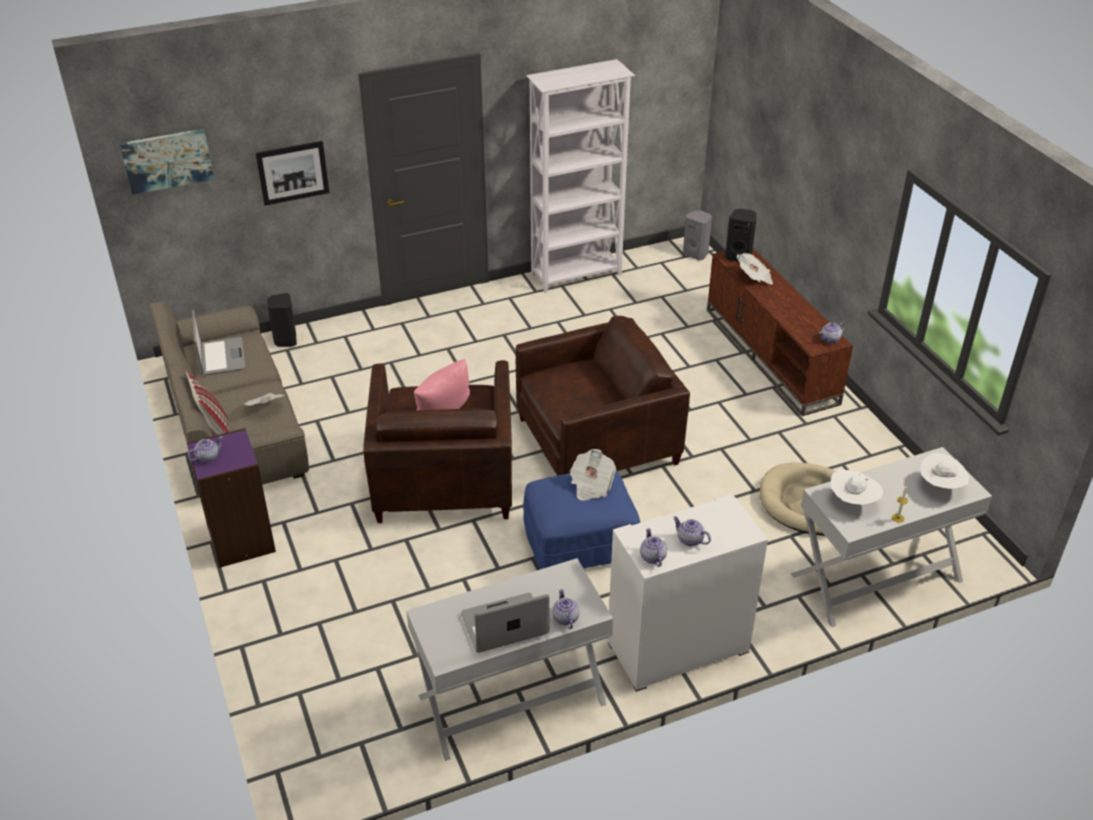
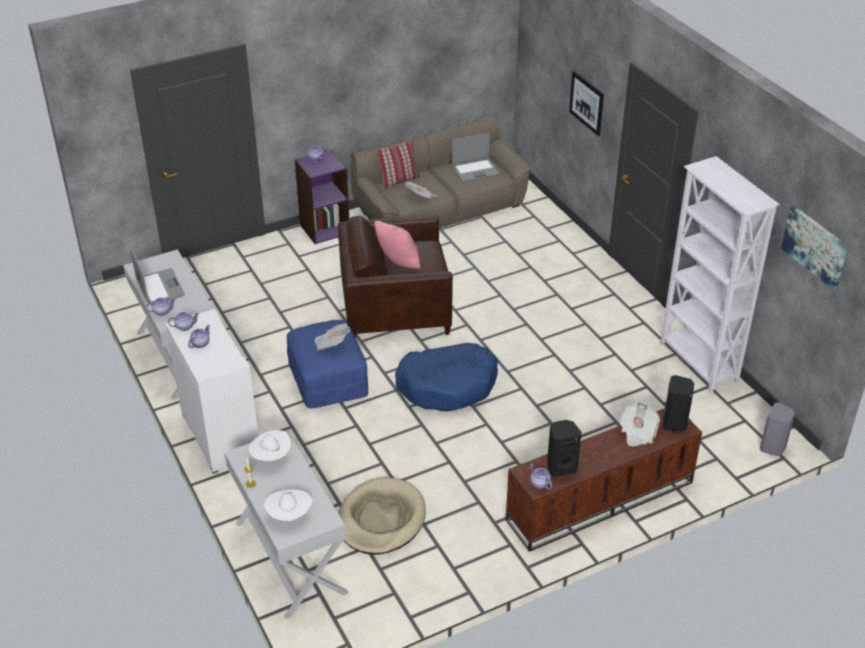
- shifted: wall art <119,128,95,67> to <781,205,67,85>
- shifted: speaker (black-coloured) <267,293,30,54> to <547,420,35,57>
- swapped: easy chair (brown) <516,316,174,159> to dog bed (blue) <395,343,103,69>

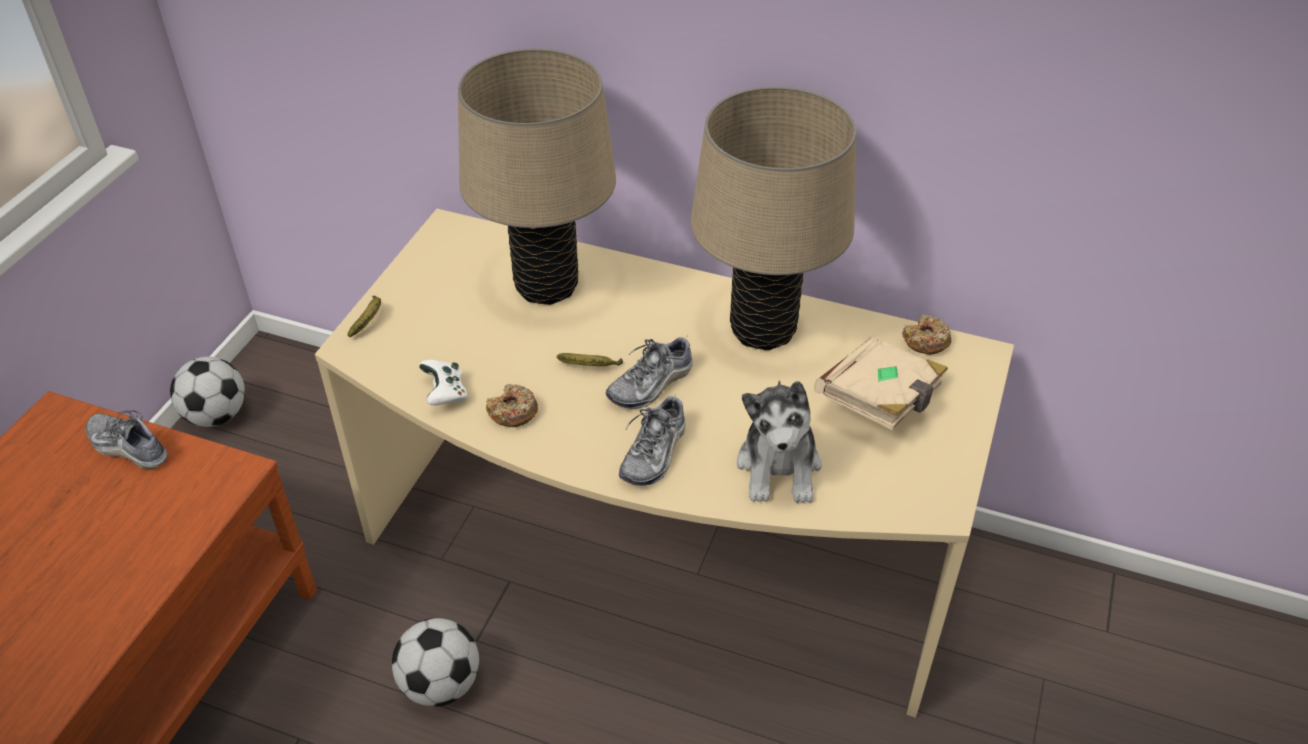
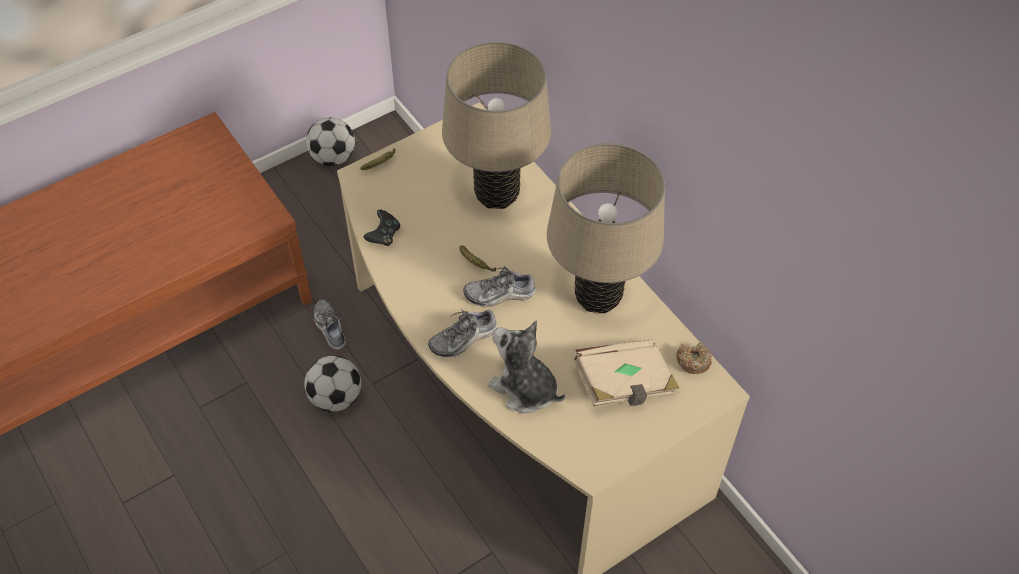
- shifted: shoe <86,410,81,59> to <312,299,34,51>
- repainted: gamepad (white-coloured) <419,360,48,46> to gamepad (black-coloured) <364,210,36,36>
- gone: doughnut <486,384,52,43>
- rotated: cuddly toy <737,380,85,123> = <488,320,78,94> 90 degrees clockwise

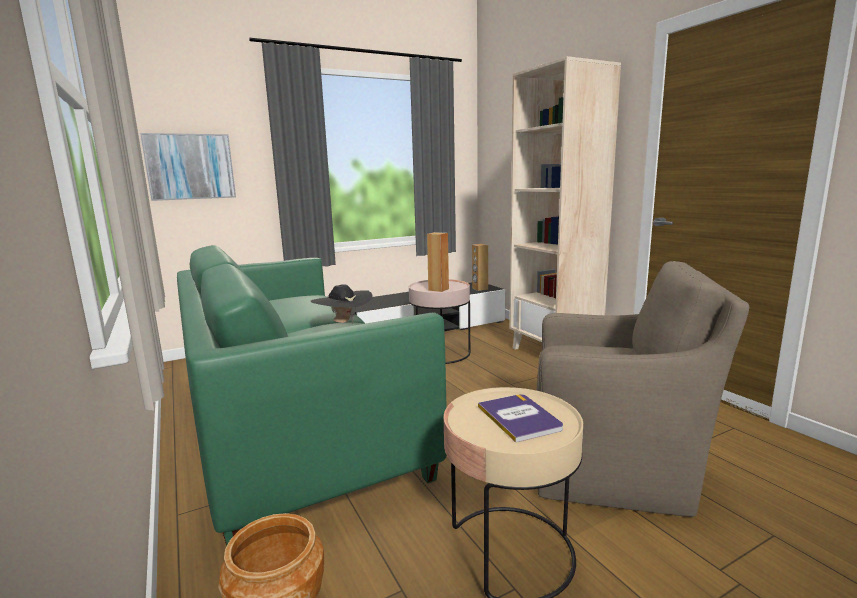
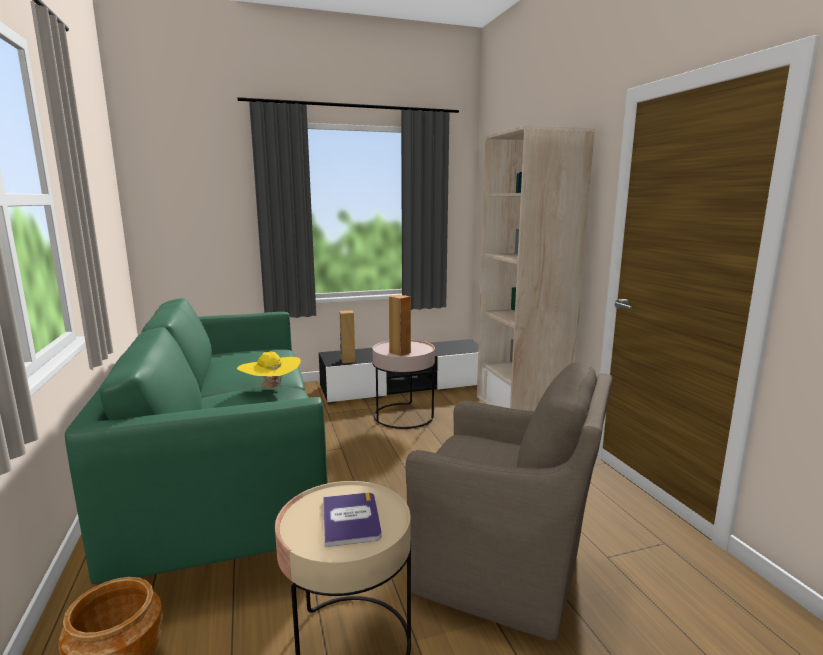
- gone: wall art <140,133,96,68>
- repainted: wearable hat (black-coloured) <311,284,62,39> to wearable hat (yellow) <237,351,64,39>
- shifted: speaker (brown) <472,244,16,47> to <340,310,15,53>

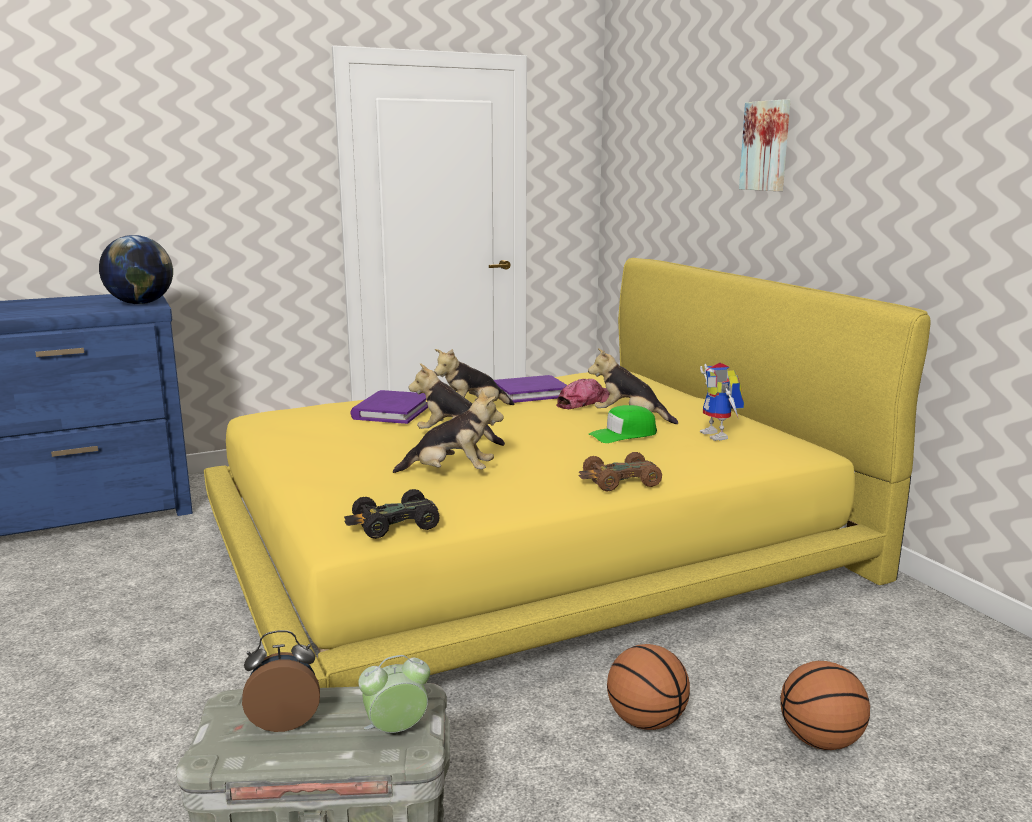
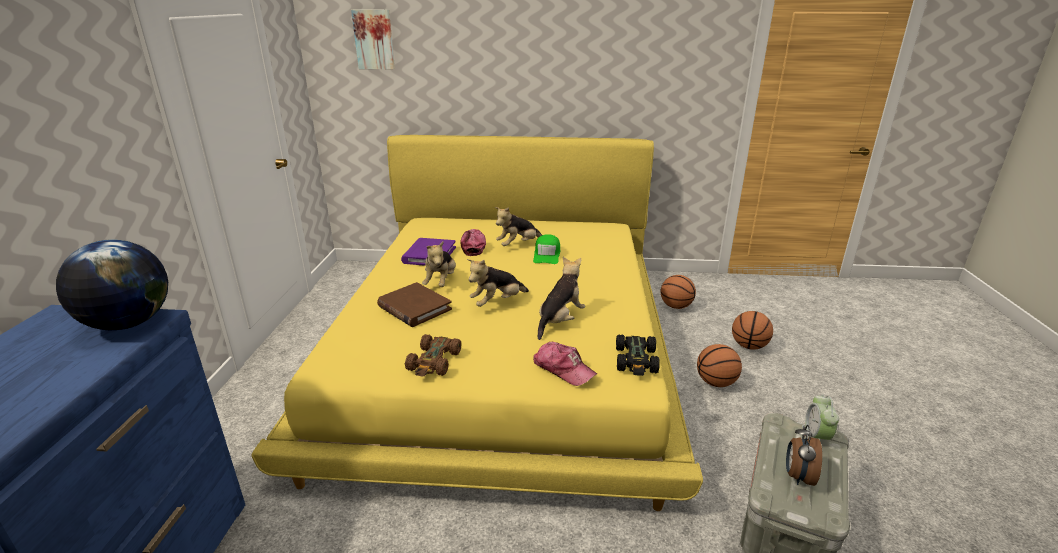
- repainted: bound book (purplish) <351,390,77,34> to bound book (brown) <377,282,75,45>
- shifted: miniature car (brown) <579,452,83,39> to <405,334,56,42>
- gone: toy robot <700,363,44,78>
- shifted: wall art <739,99,52,92> to <351,10,44,59>
- new: cap <533,342,64,44>
- new: basketball ball <661,275,35,34>

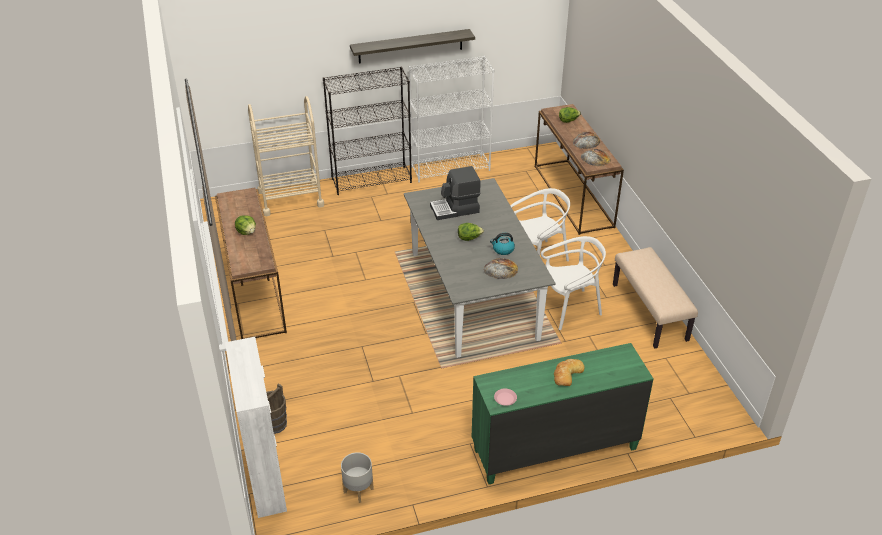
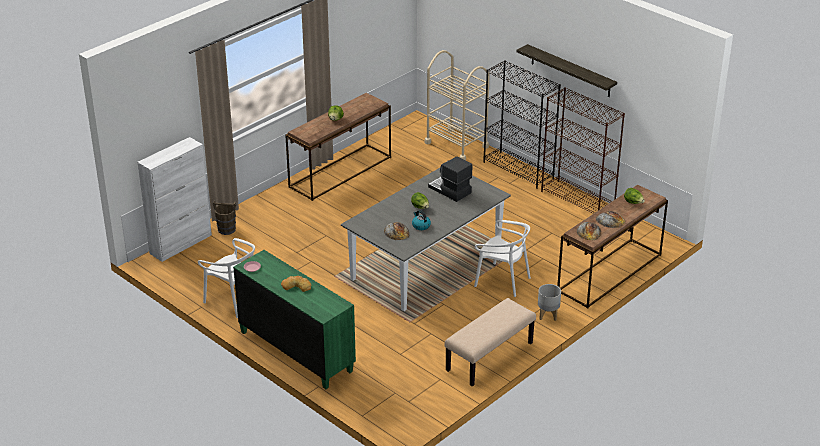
- shifted: plant pot (grey) <341,452,33,51> to <538,284,23,37>
- repainted: bookcase (white-coloured) <409,56,85,126> to bookcase (brown) <541,87,84,127>
- shifted: plain chair (white-coloured) <541,236,65,94> to <198,238,57,80>

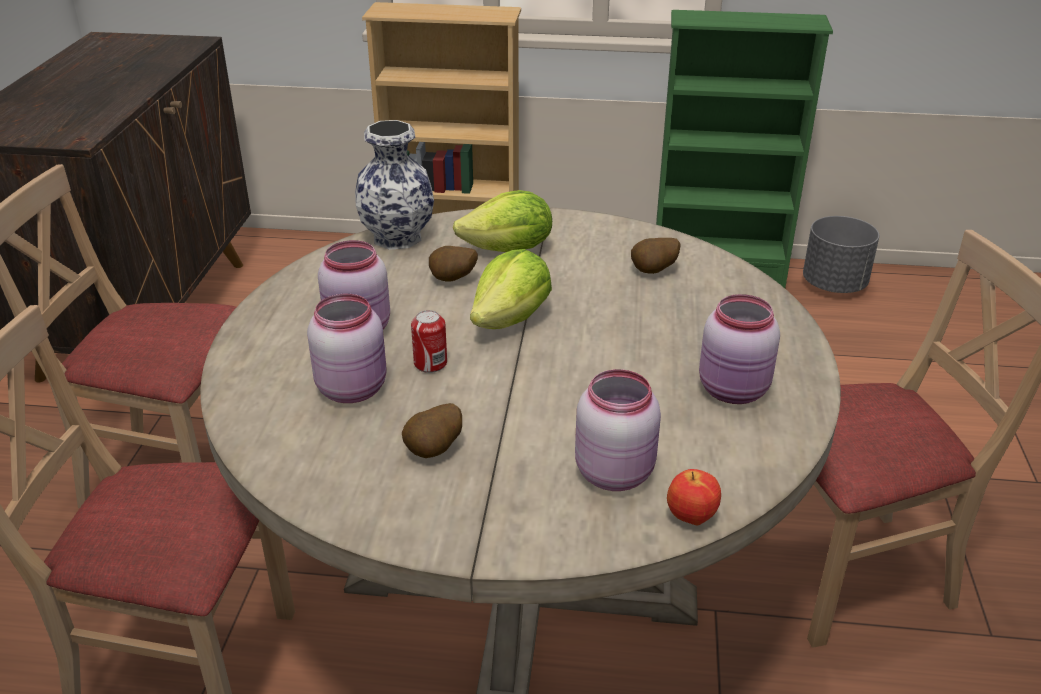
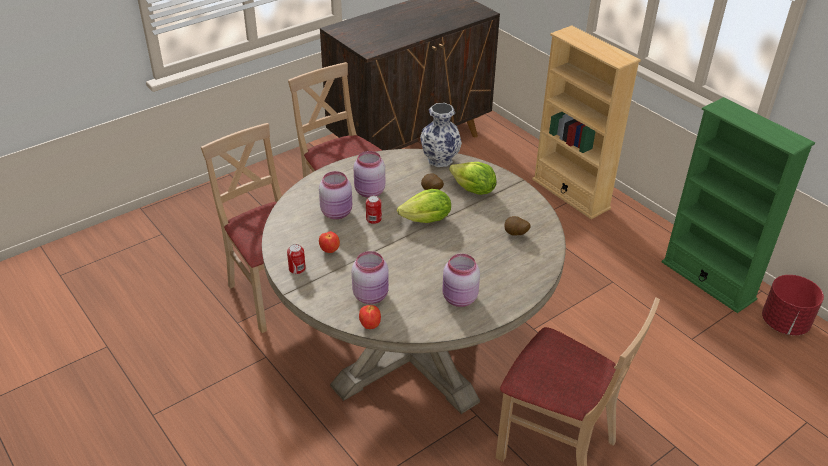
- swapped: whole potato <402,403,60,55> to whole apple <319,231,21,22>
- repainted: plant pot (grey) <803,216,76,77> to plant pot (reddish) <762,275,62,60>
- new: can <287,244,19,30>

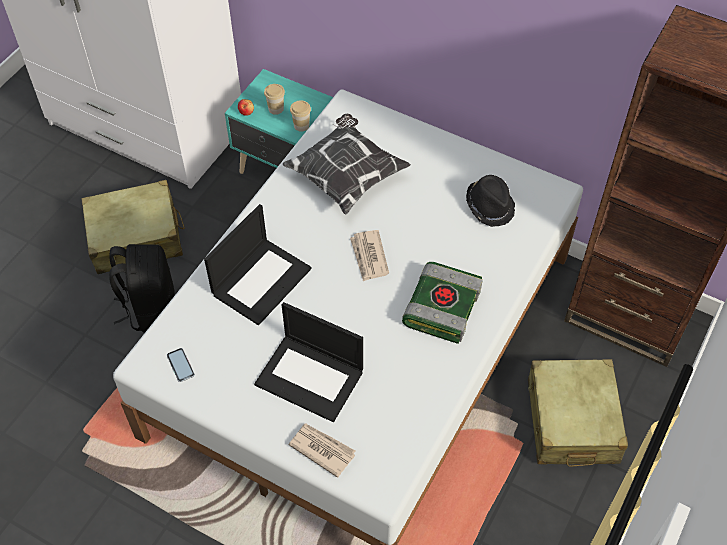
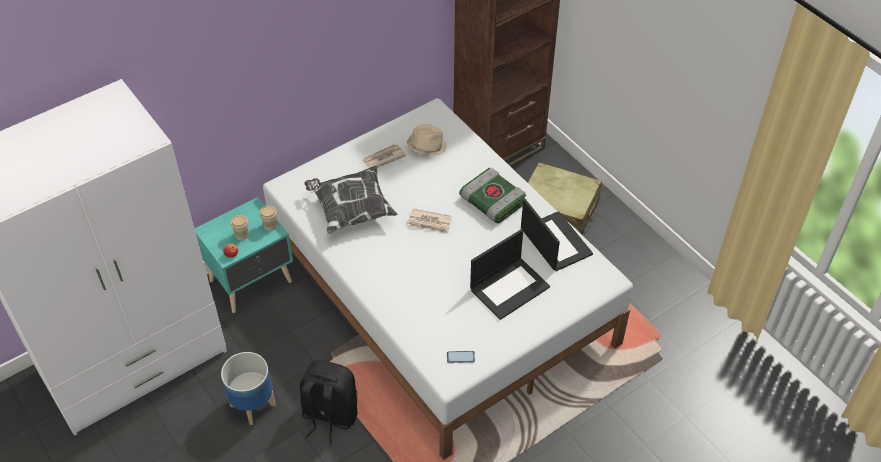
- swapped: travel case (sand-coloured) <81,180,104,94> to plant pot <221,352,55,73>
- shifted: laptop <204,204,107,121> to <521,199,72,72>
- shifted: daily paper <289,424,66,54> to <362,144,44,24>
- repainted: wearable hat (black-coloured) <466,175,49,52> to wearable hat (sand-coloured) <407,124,40,32>

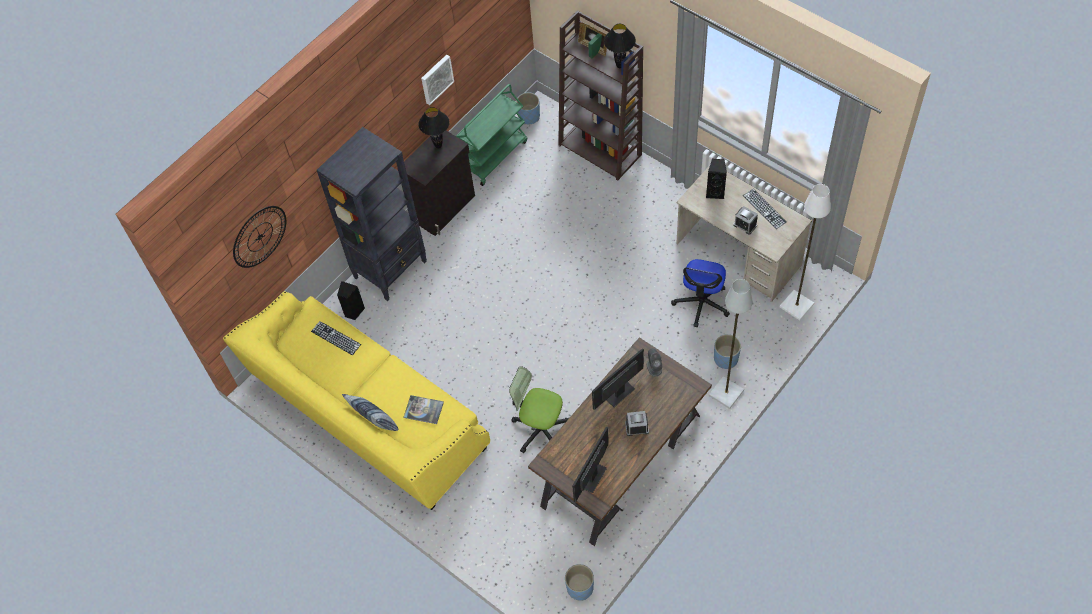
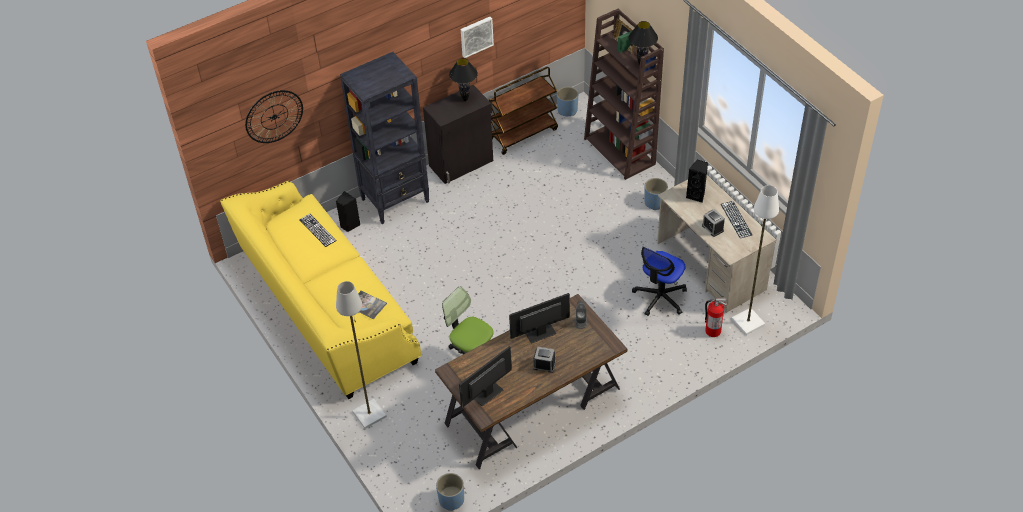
- gone: pillow <342,394,56,37>
- repainted: trolley (green) <456,84,71,102> to trolley (brown) <489,67,69,88>
- shifted: standard lamp (grey) <709,279,44,130> to <336,281,51,148>
- shifted: plant pot (blue) <714,334,27,35> to <644,178,24,32>
- new: extinguisher <705,298,22,39>

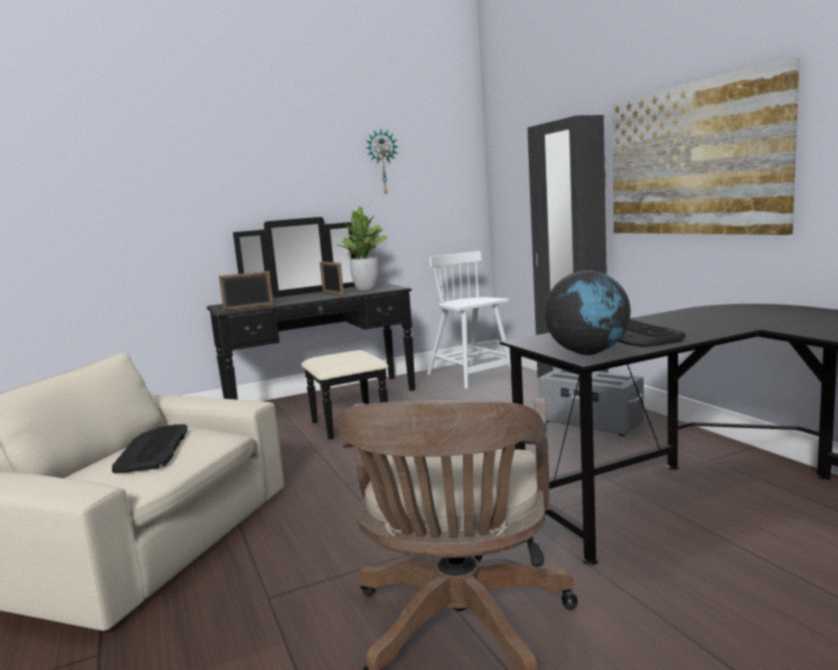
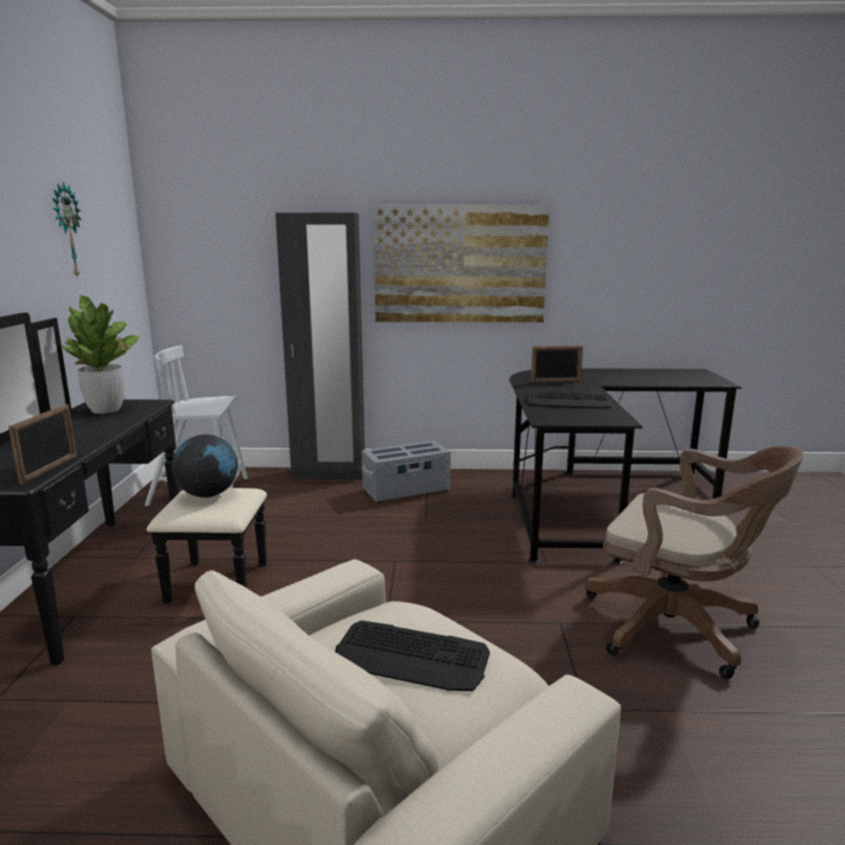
- shifted: standing frame <320,261,24,35> to <531,345,52,38>
- shifted: world globe <544,270,87,85> to <172,434,66,64>

